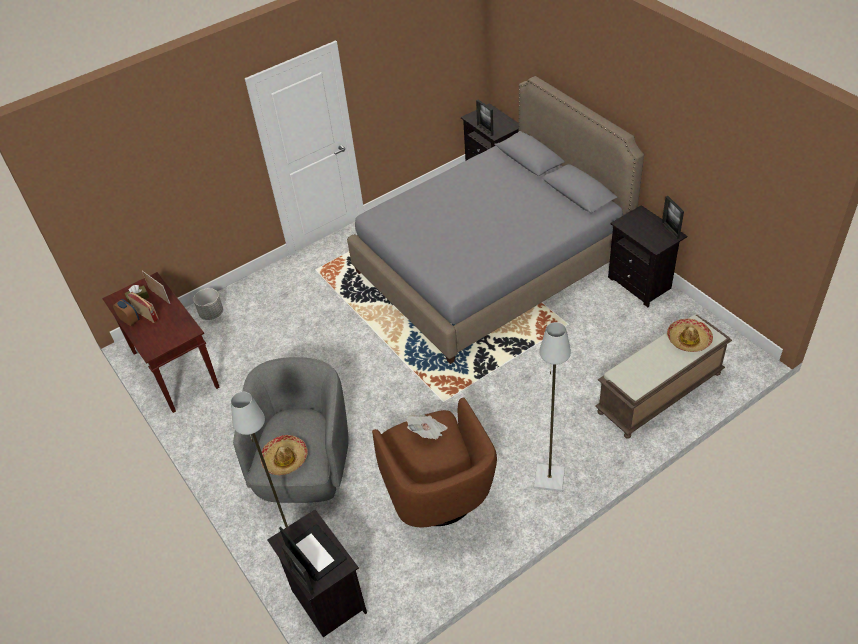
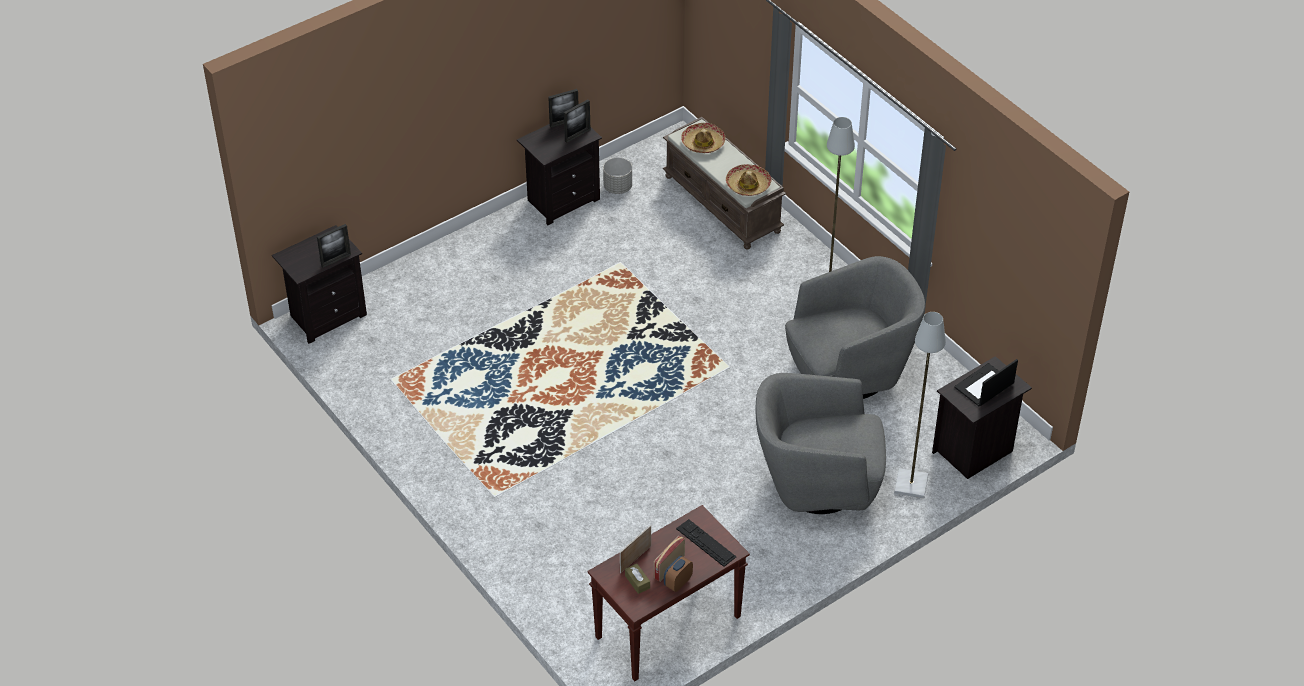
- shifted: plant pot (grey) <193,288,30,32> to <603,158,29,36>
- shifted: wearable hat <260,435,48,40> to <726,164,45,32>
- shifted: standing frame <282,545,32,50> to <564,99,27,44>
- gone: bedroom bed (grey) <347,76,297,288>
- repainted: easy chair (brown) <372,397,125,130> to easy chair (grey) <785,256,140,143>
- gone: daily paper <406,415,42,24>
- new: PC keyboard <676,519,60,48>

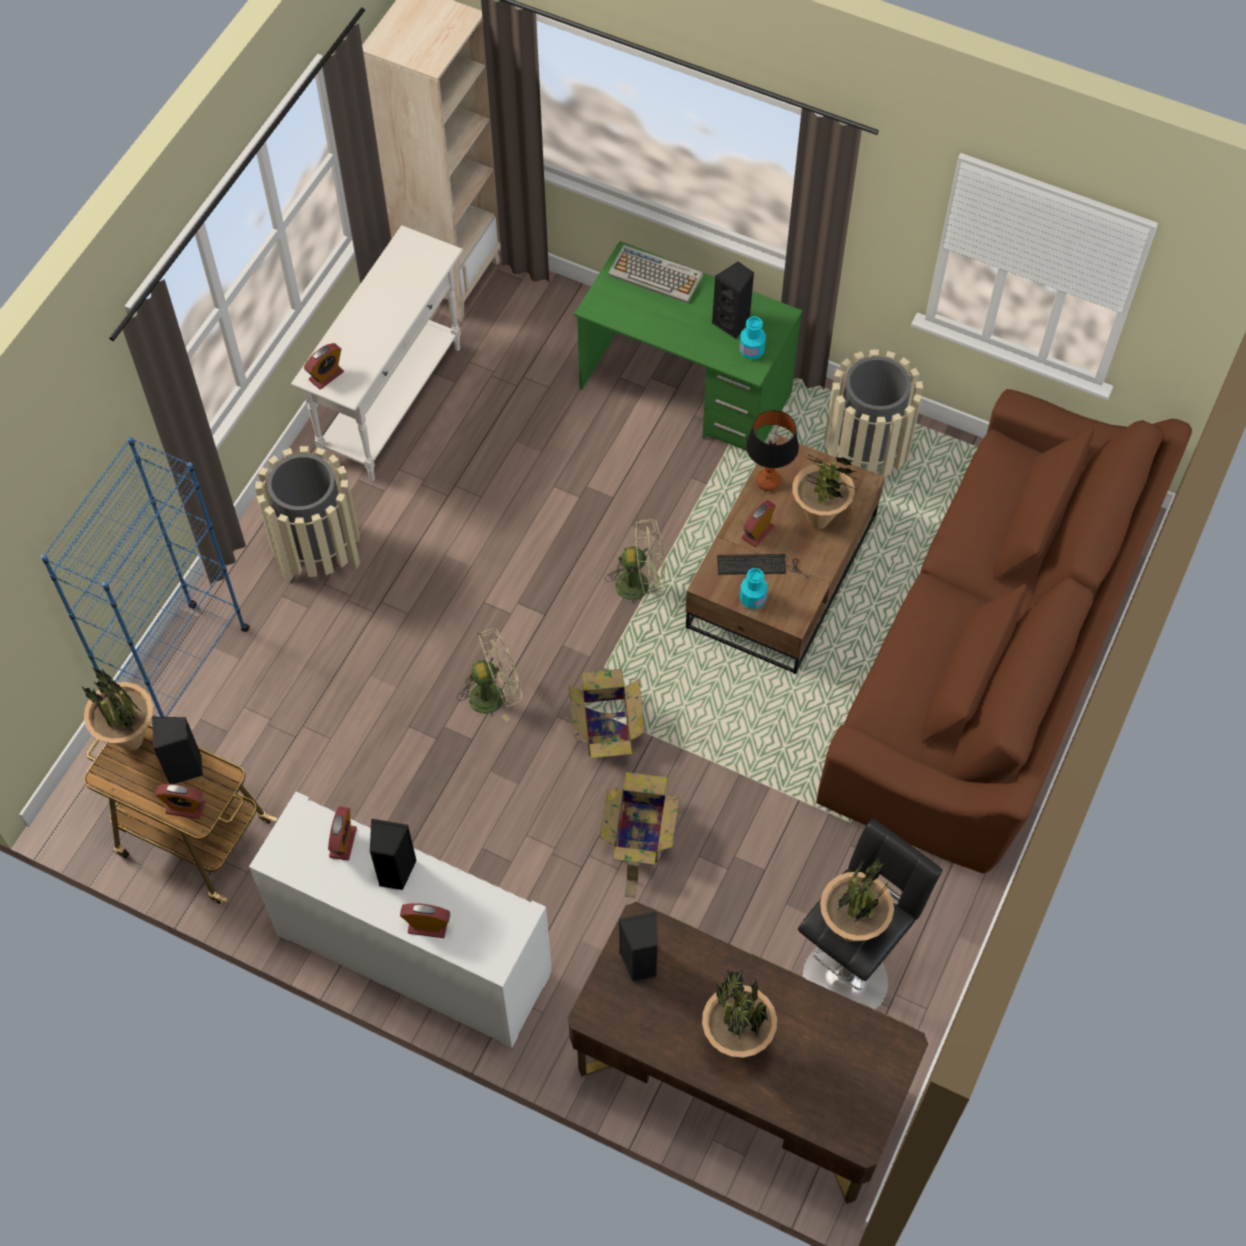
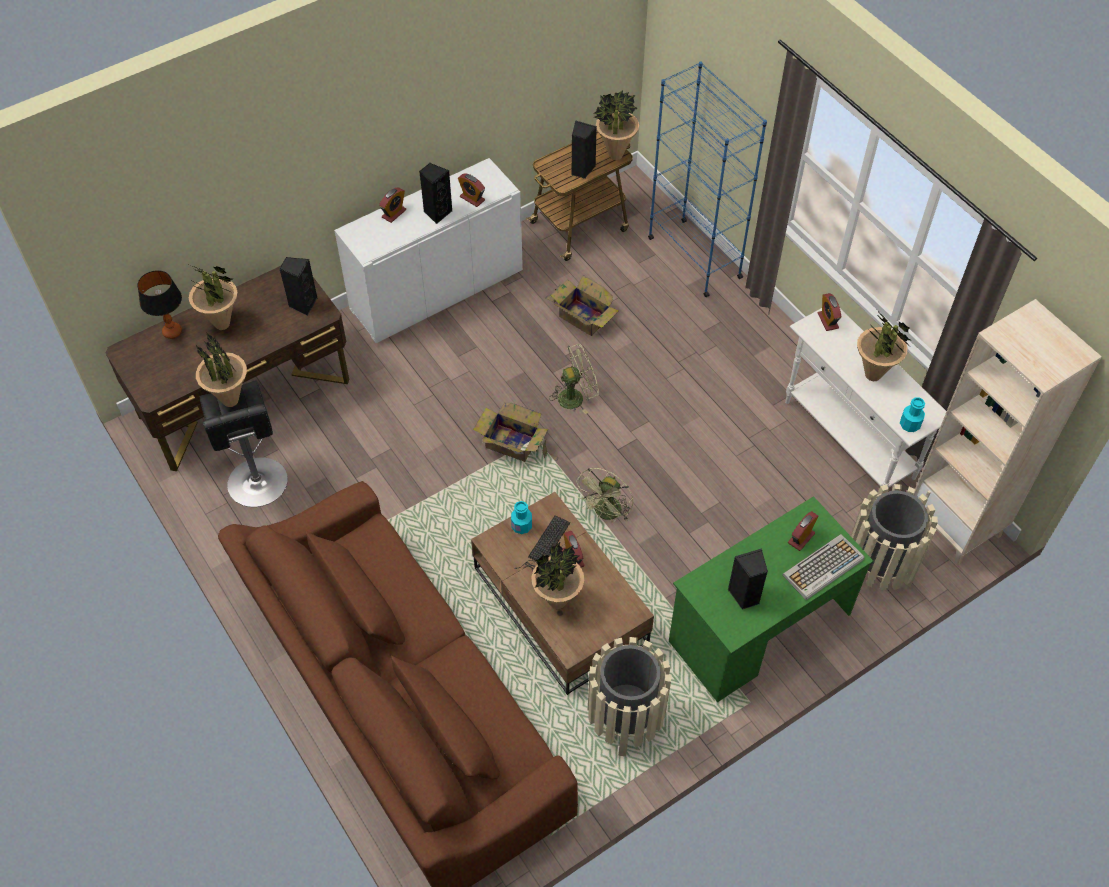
- shifted: alarm clock <155,784,50,35> to <788,511,30,40>
- shifted: rubbish bin (sand-coloured) <255,446,105,136> to <851,484,87,106>
- rotated: electric fan (green) <457,628,65,94> = <549,344,50,70> 120 degrees counterclockwise
- shifted: carton <599,772,80,126> to <545,275,74,61>
- shifted: bottle (turquoise-coloured) <739,316,27,44> to <900,397,25,35>
- shifted: table lamp <746,410,53,81> to <137,270,45,69>
- new: houseplant <857,310,53,71>

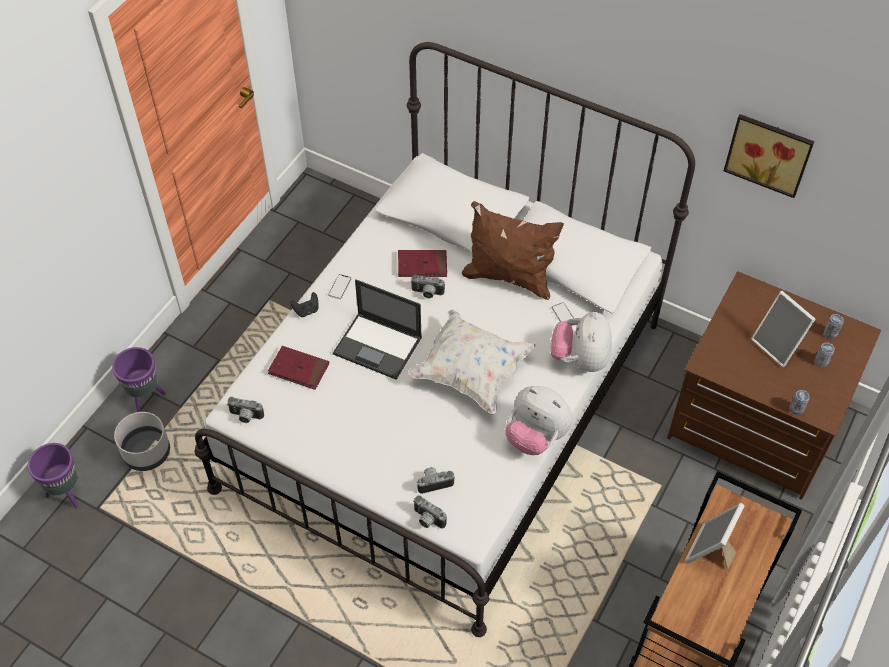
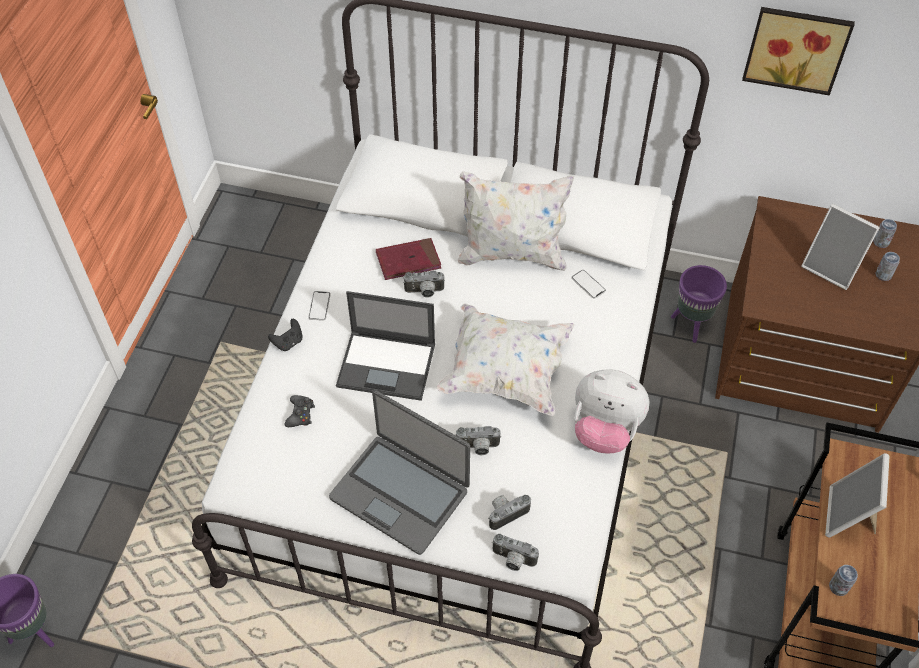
- shifted: plant pot (purplish) <112,347,54,65> to <671,265,56,78>
- gone: plant pot (grey) <114,412,56,59>
- shifted: still camera <227,397,37,26> to <456,426,45,29>
- swapped: bound book (reddish) <268,346,61,44> to gamepad (black-coloured) <284,395,31,32>
- repainted: pillow (brown) <462,201,102,99> to pillow (white-coloured) <458,171,116,100>
- gone: cuddly toy <551,312,61,60>
- shifted: can <789,390,20,25> to <829,565,29,31>
- new: laptop <329,390,141,165>

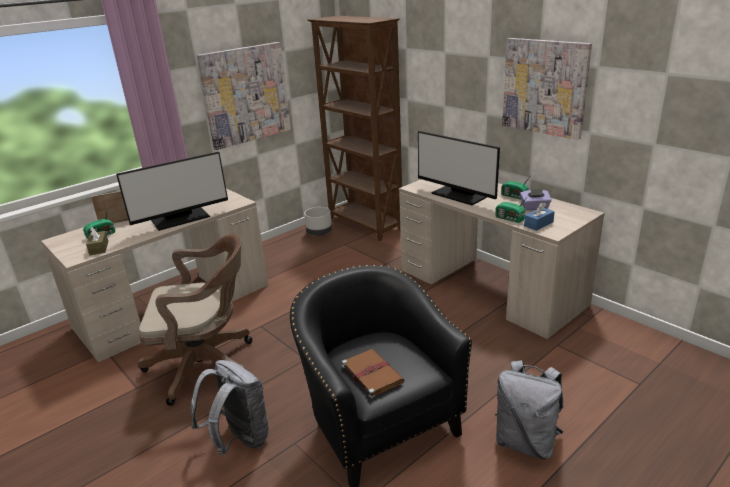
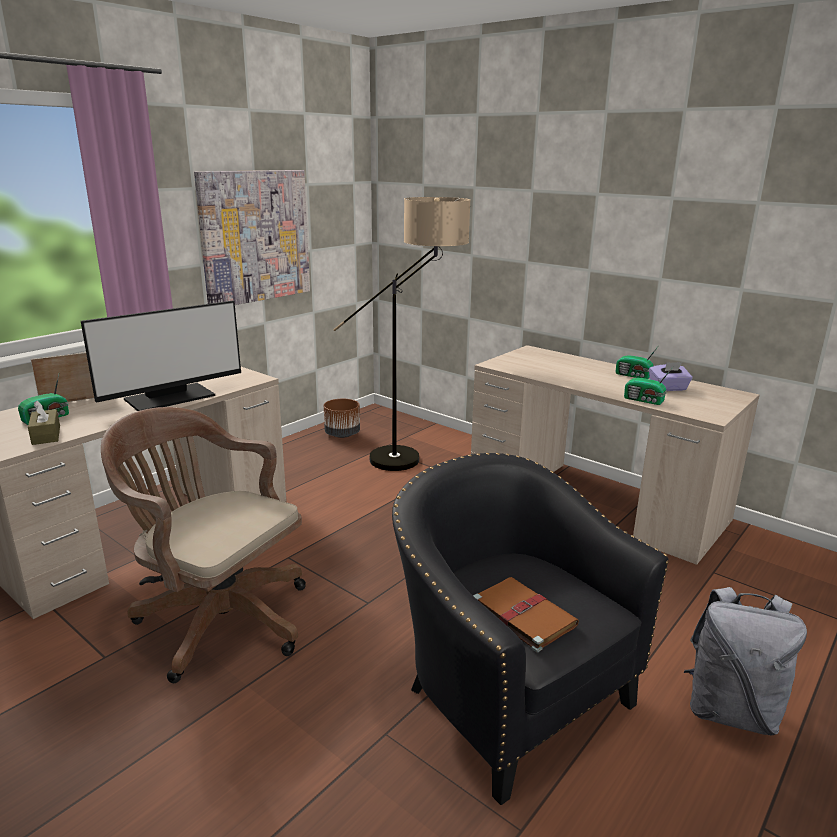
- rotated: desk chair (brown) <138,234,114,172> = <101,407,205,276> 135 degrees counterclockwise
- gone: rucksack (grey) <190,360,79,95>
- repainted: plant pot (grey) <304,207,28,29> to plant pot (brown) <324,399,36,39>
- gone: bookcase (brown) <307,16,95,225>
- gone: monitor <418,131,82,74>
- gone: wall art <502,38,90,102>
- gone: box of tissues (blue) <524,202,31,29>
- new: standard lamp <333,197,138,274>

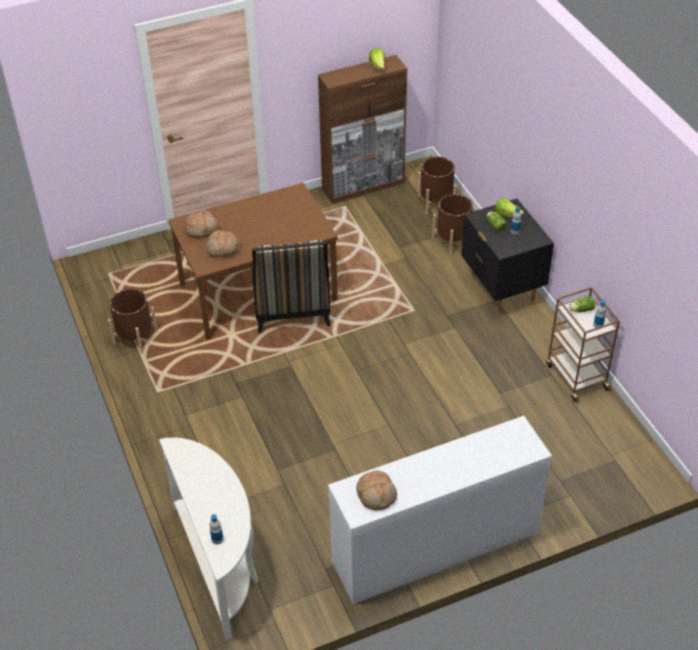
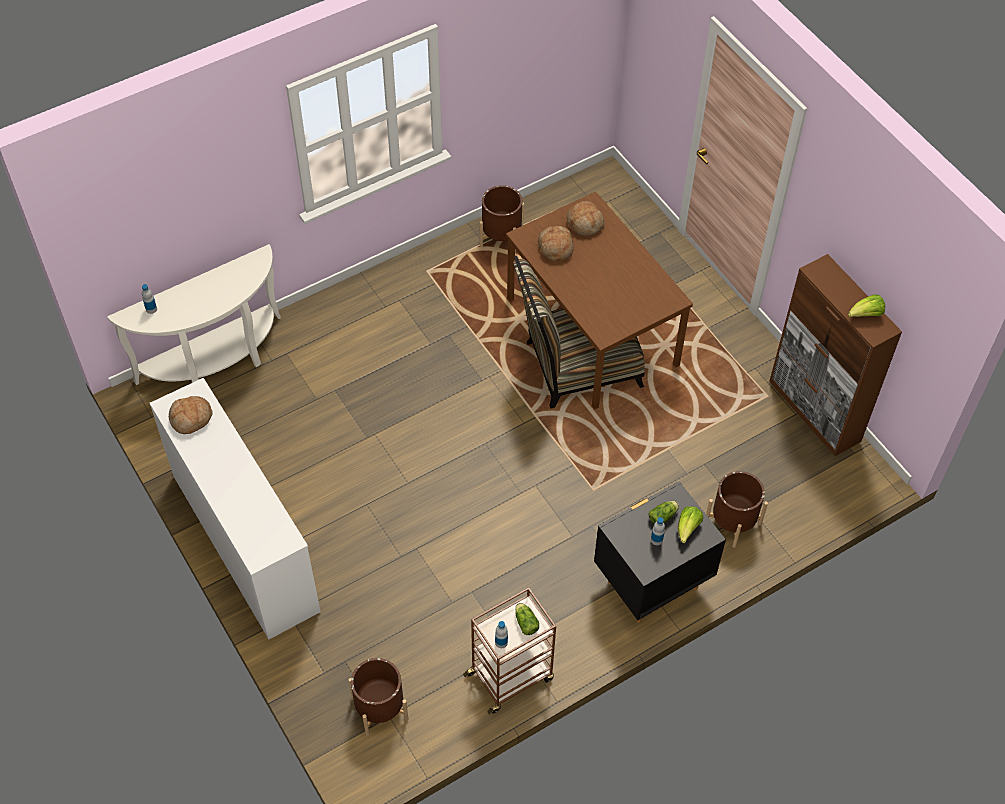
- shifted: plant pot (brown) <418,157,38,57> to <349,658,59,78>

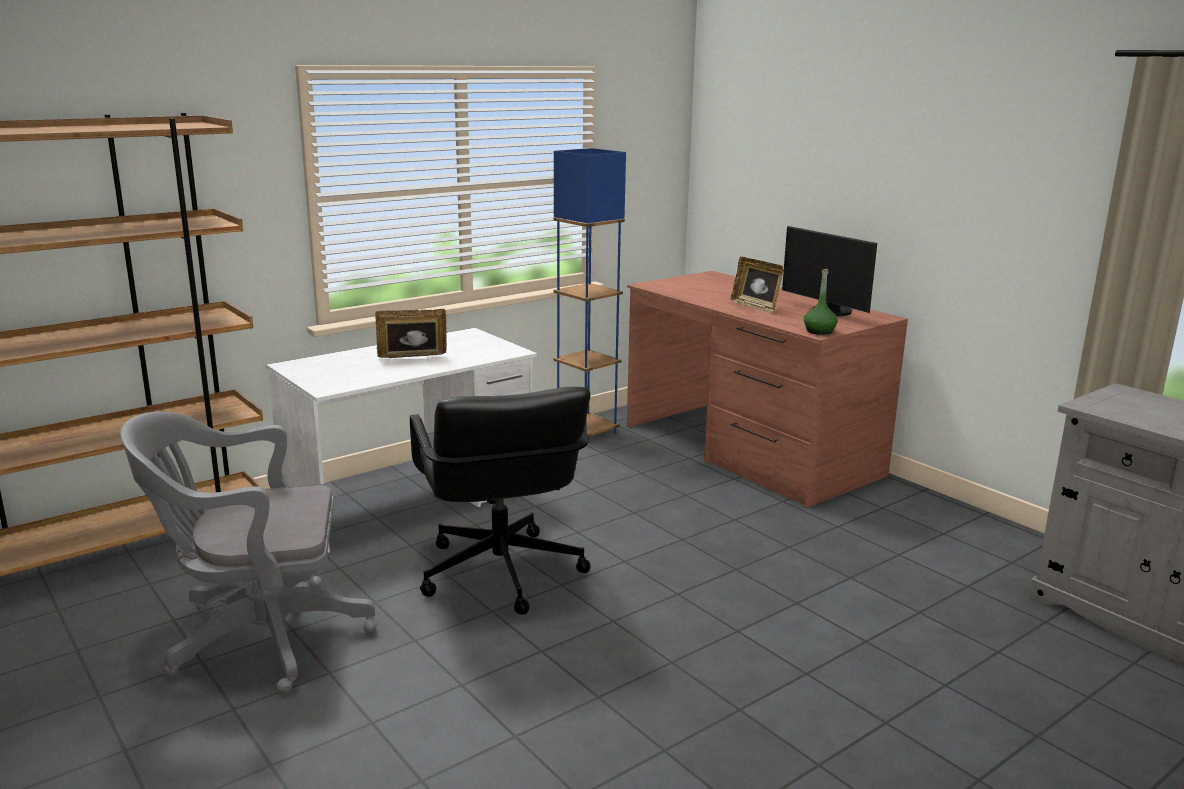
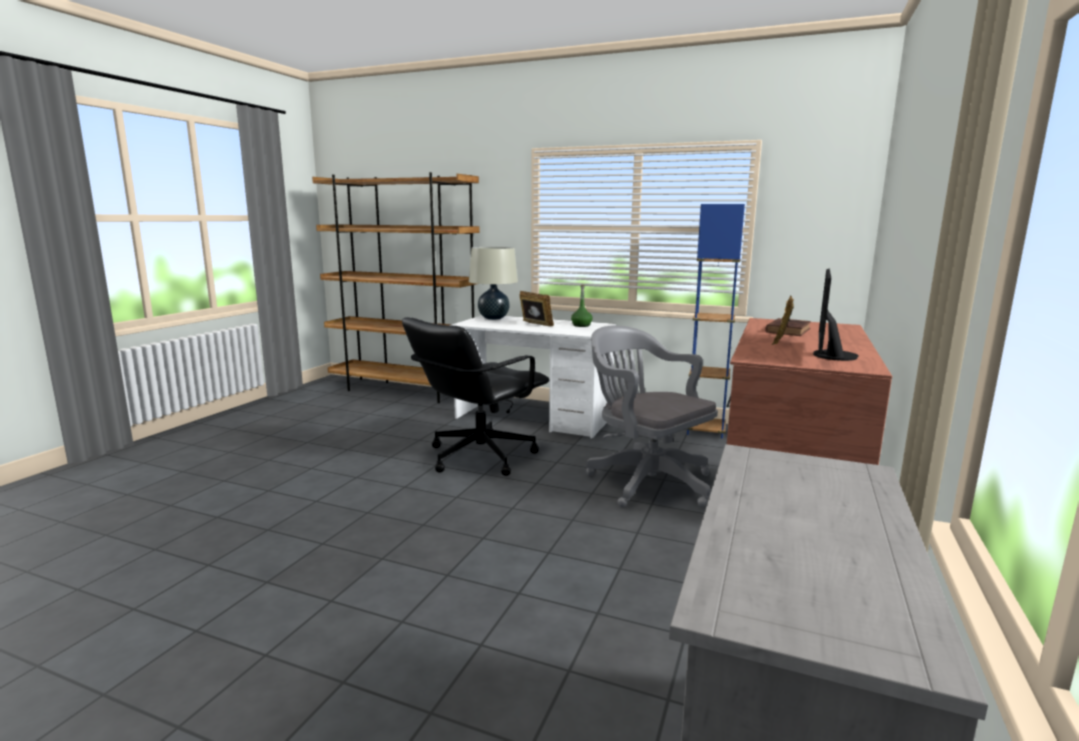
- shifted: desk chair (grey) <120,412,257,282> to <586,326,132,181>
- shifted: bottle (green) <804,269,34,66> to <571,285,22,42>
- new: table lamp (sand-coloured) <469,247,49,73>
- new: bound book (brown) <765,318,46,18>

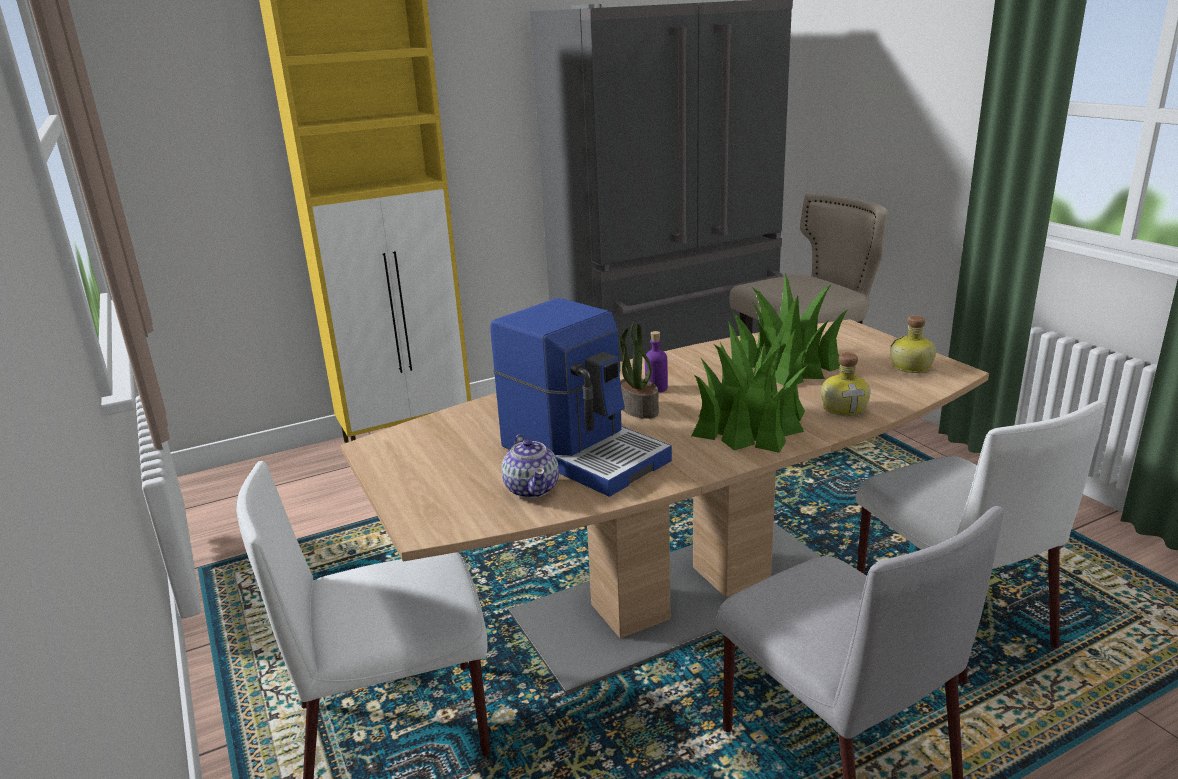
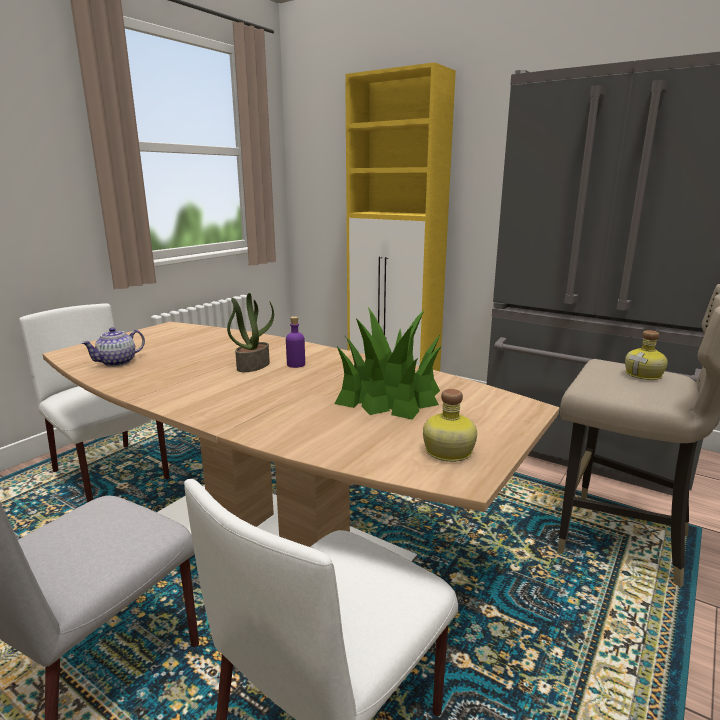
- gone: coffee brewer <491,298,181,199>
- gone: houseplant <691,321,117,132>
- shifted: bottle <821,353,50,63> to <625,330,43,50>

